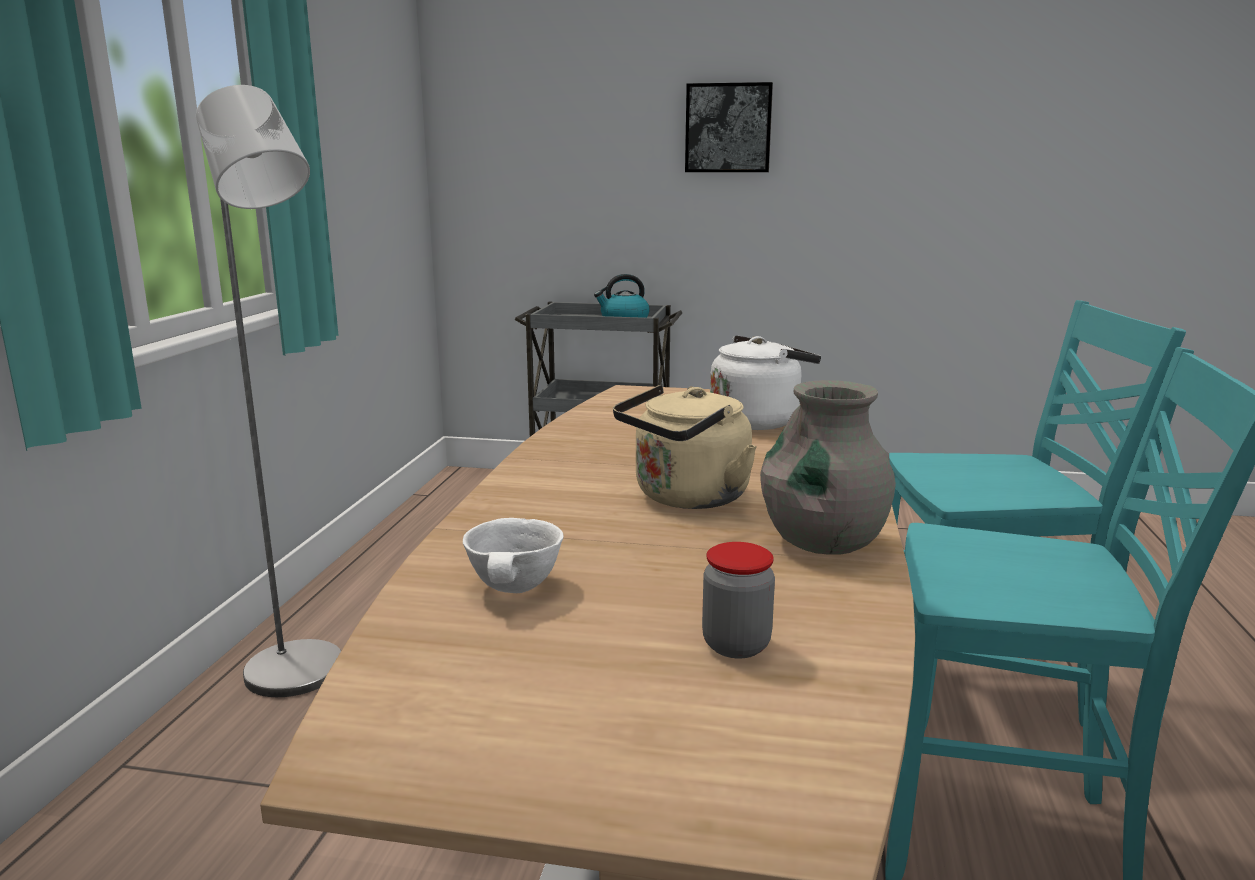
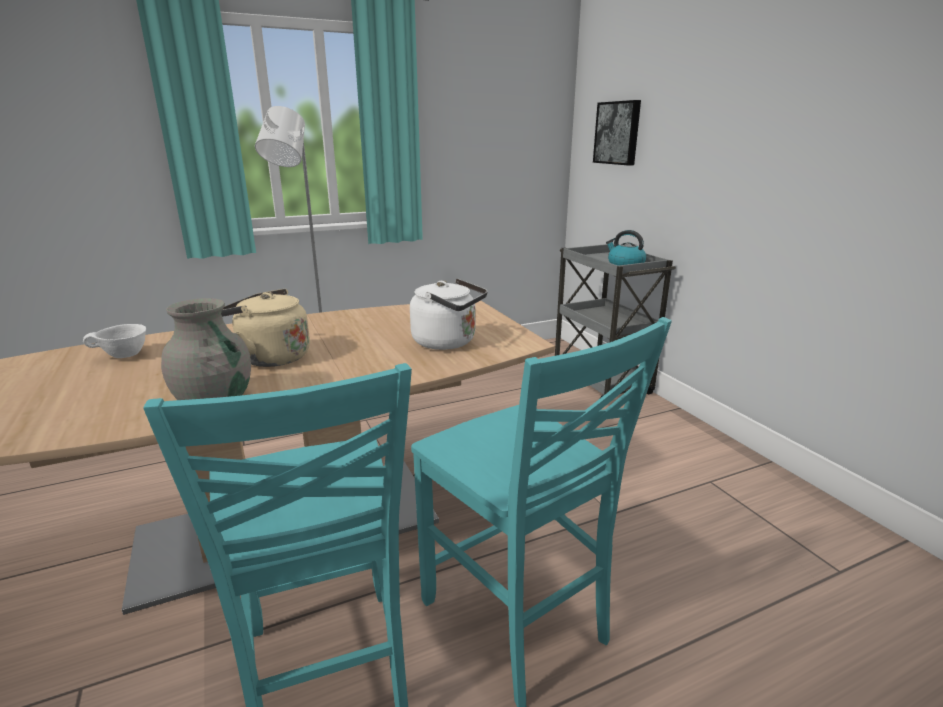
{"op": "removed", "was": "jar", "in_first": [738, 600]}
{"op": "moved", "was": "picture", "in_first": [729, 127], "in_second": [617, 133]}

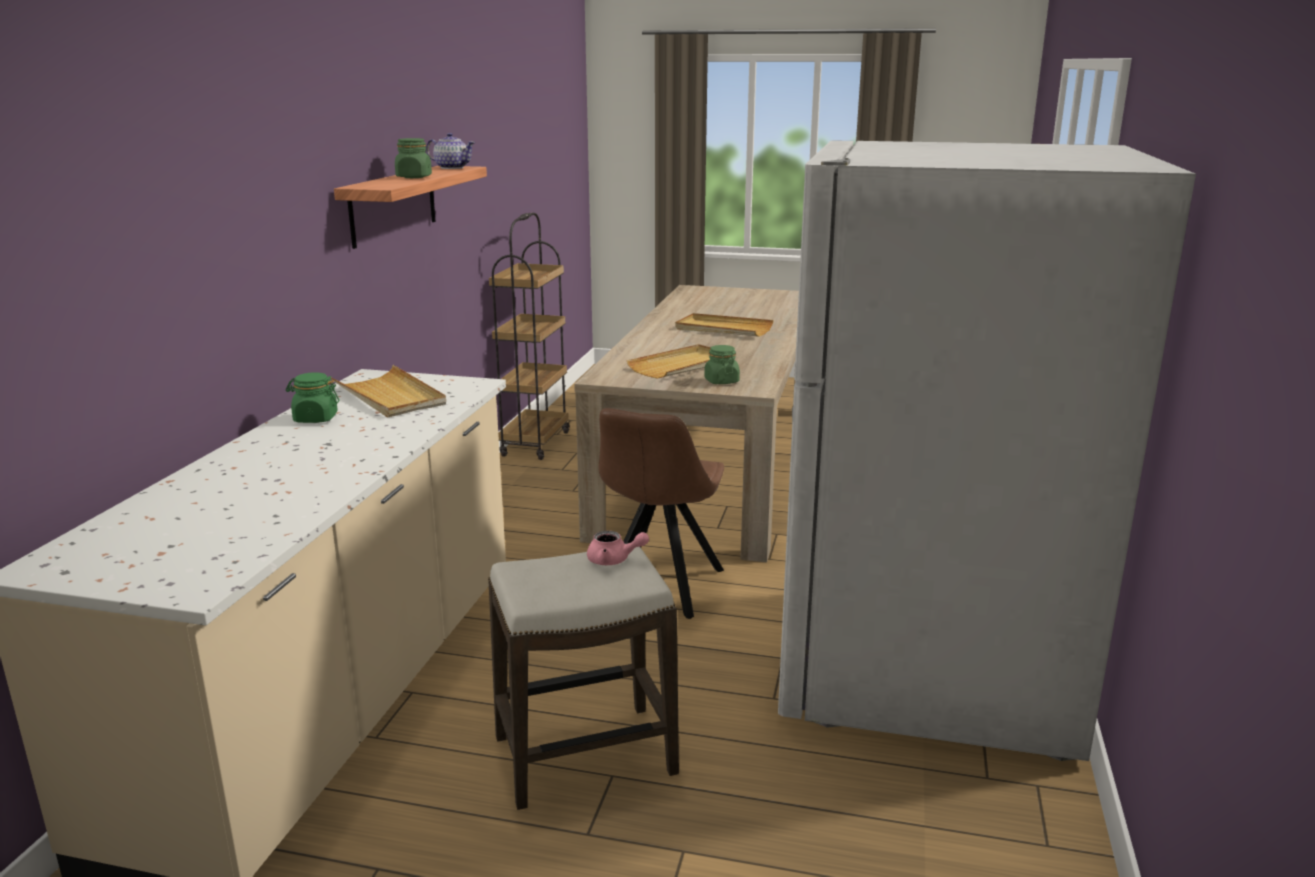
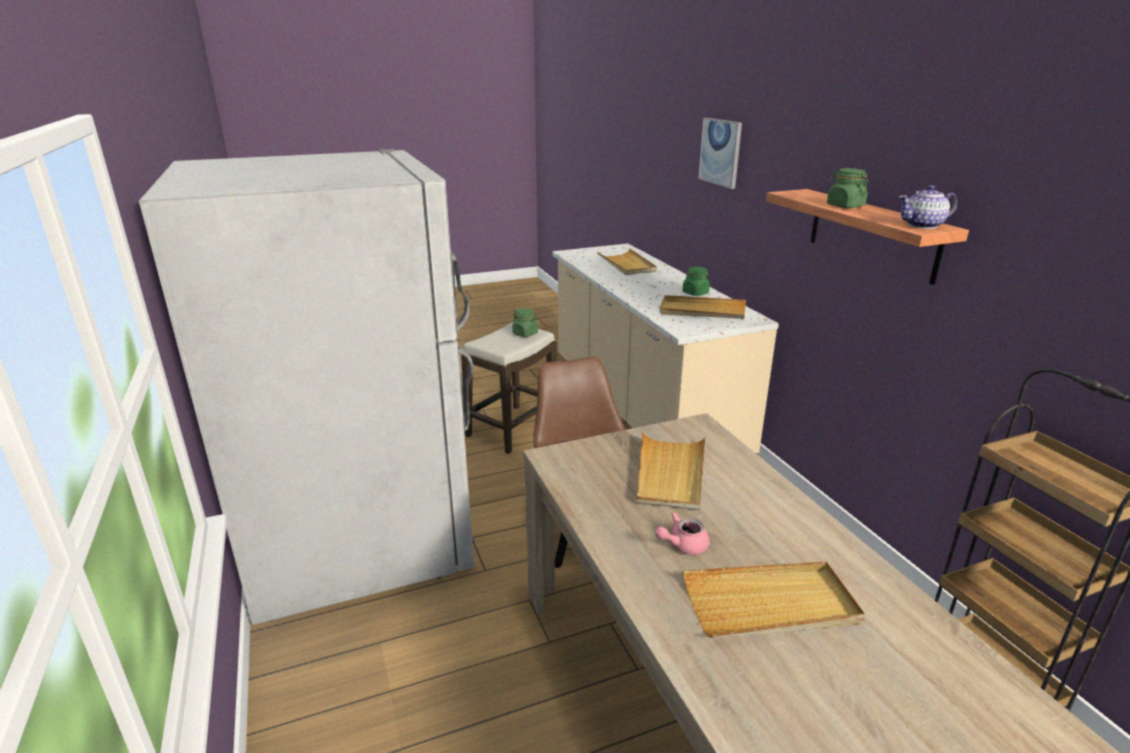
{"op": "added", "now": "tray (beige)", "in_second": [627, 261]}
{"op": "added", "now": "picture", "in_second": [720, 153]}
{"op": "moved", "was": "teapot (pink)", "in_first": [618, 548], "in_second": [682, 533]}
{"op": "moved", "was": "jar (green)", "in_first": [722, 364], "in_second": [525, 322]}

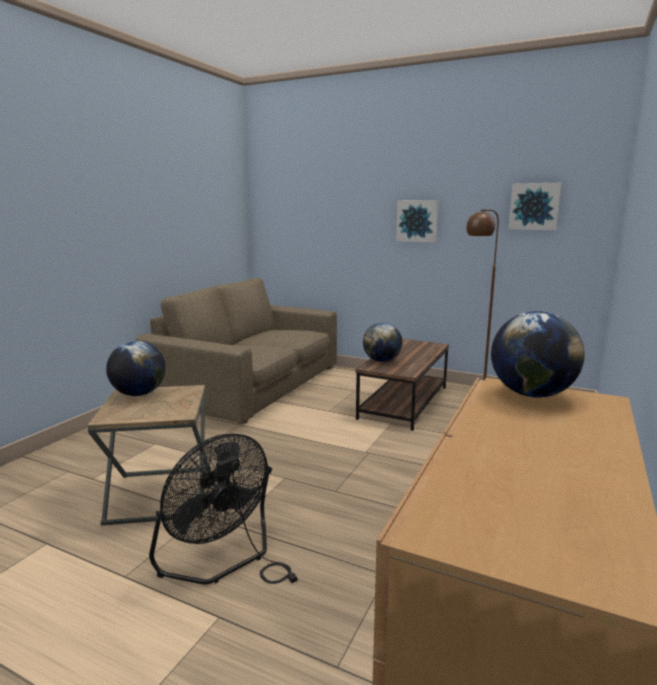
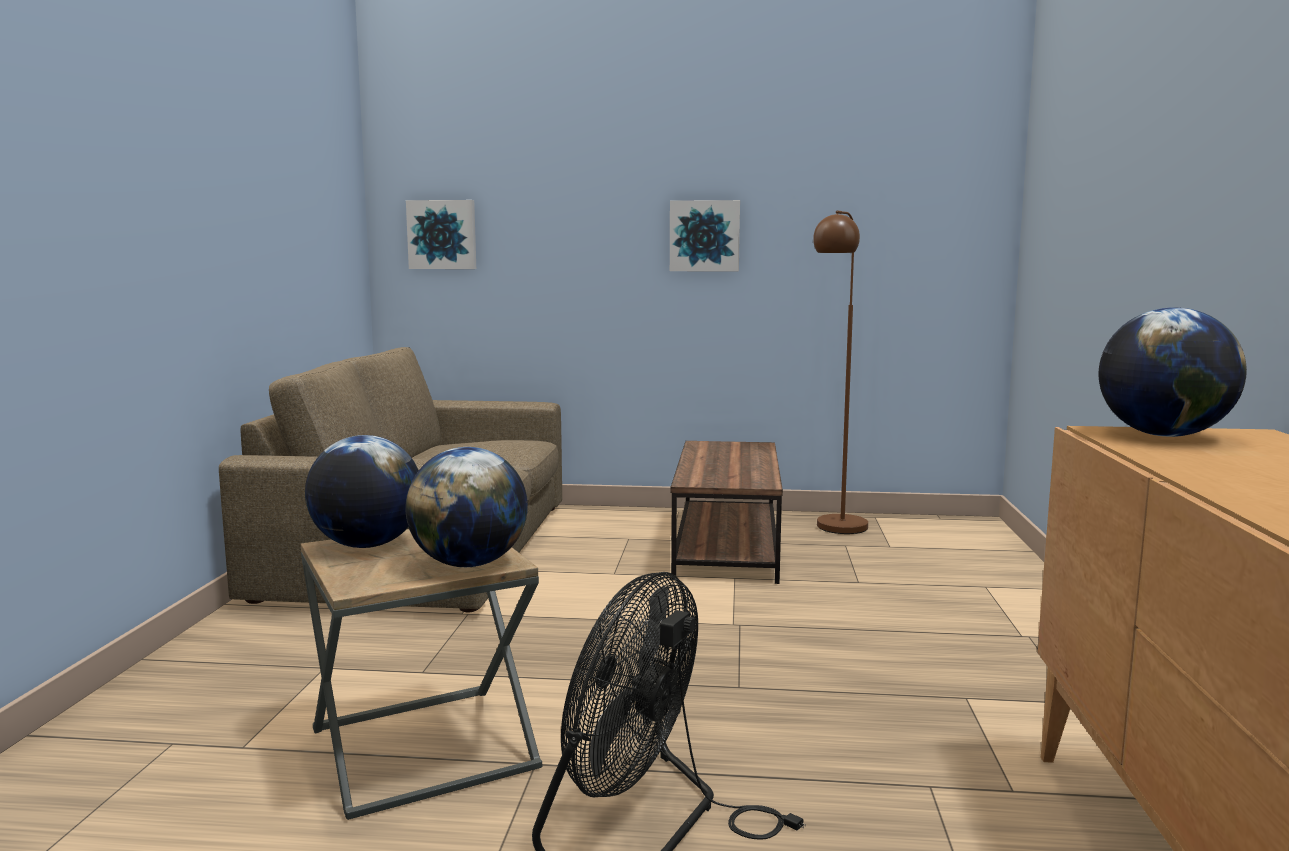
{"op": "moved", "was": "globe", "in_first": [383, 342], "in_second": [466, 507]}
{"op": "moved", "was": "picture", "in_first": [535, 206], "in_second": [441, 234]}

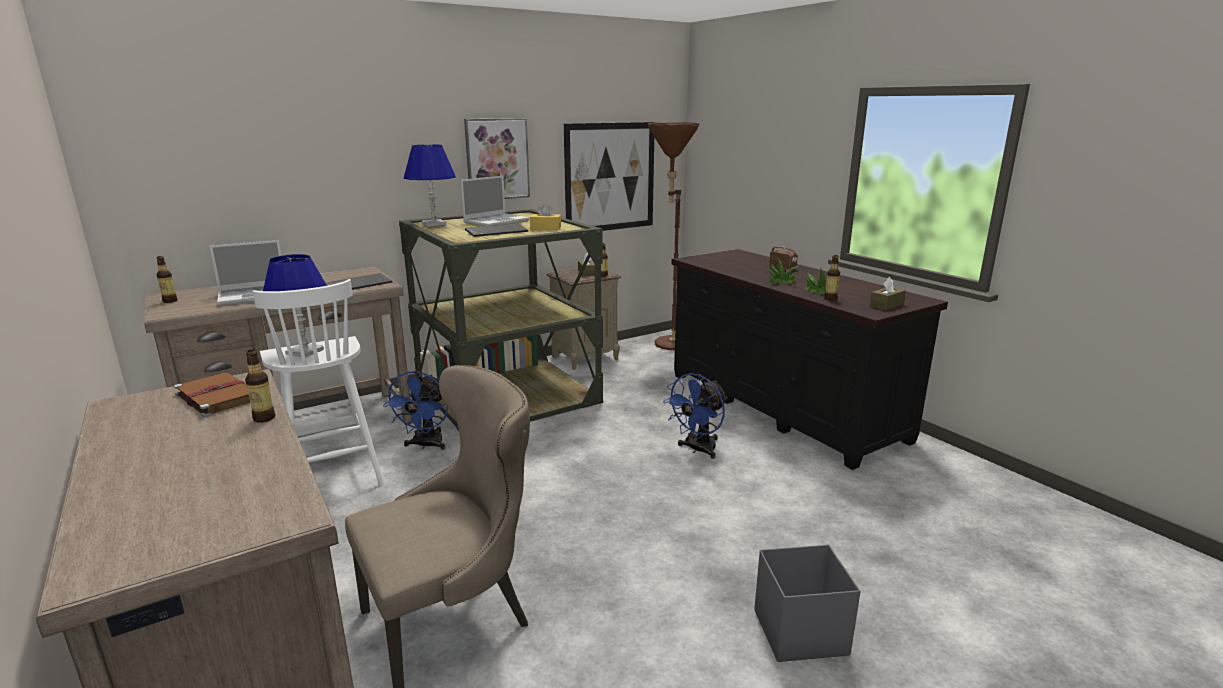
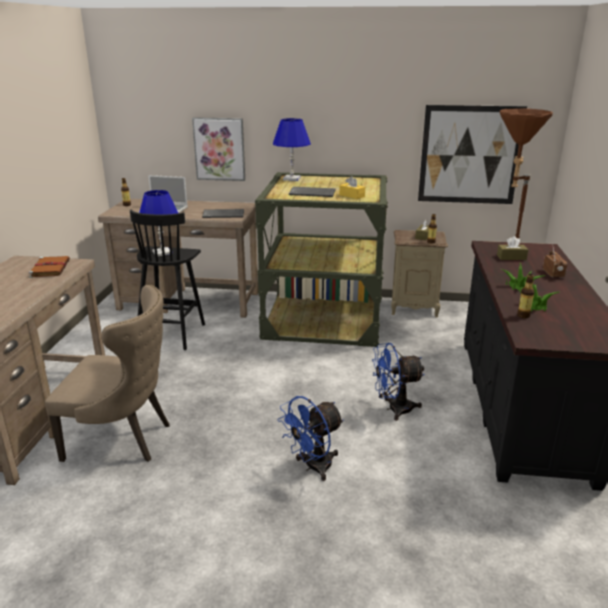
{"op": "removed", "was": "bottle", "in_first": [260, 386]}
{"op": "removed", "was": "laptop", "in_first": [495, 201]}
{"op": "removed", "was": "storage box (grey)", "in_first": [807, 603]}
{"op": "moved", "was": "fan (blue)", "in_first": [415, 410], "in_second": [311, 438]}
{"op": "moved", "was": "picture", "in_first": [497, 158], "in_second": [218, 149]}
{"op": "moved", "was": "tissue box (brown)", "in_first": [888, 293], "in_second": [512, 248]}
{"op": "recoloured", "was": "stool (white)", "now": "stool (black)", "in_first": [318, 382], "in_second": [167, 280]}

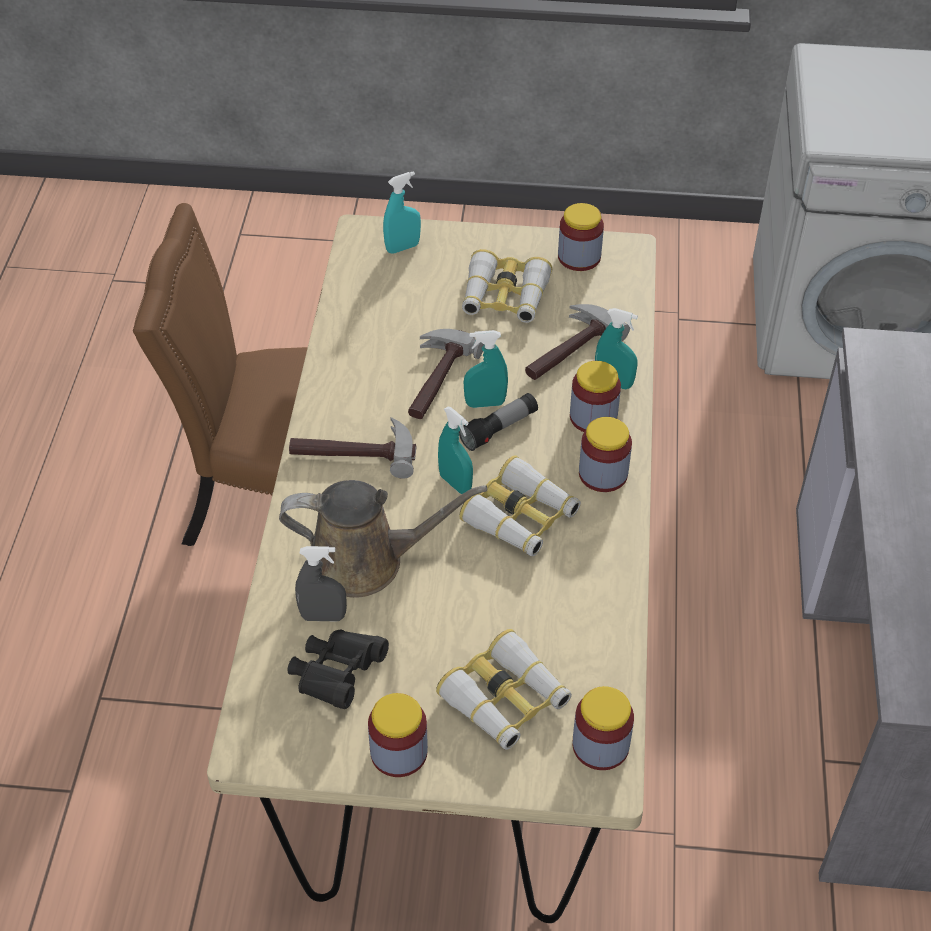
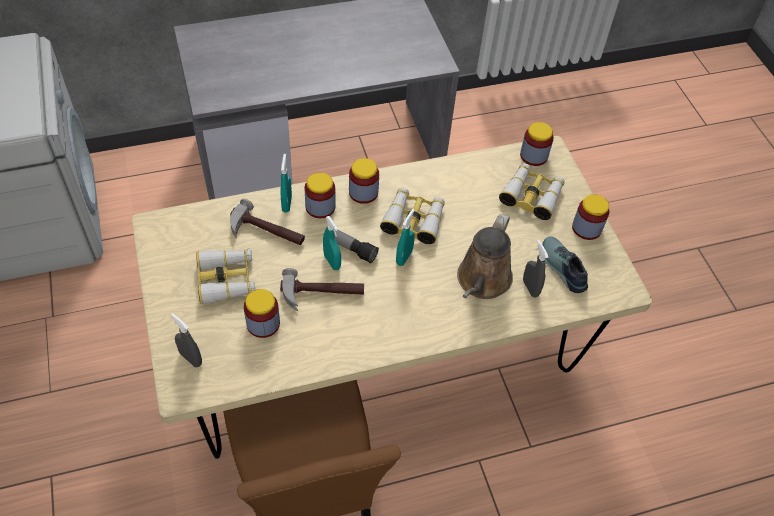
{"op": "removed", "was": "hammer", "in_first": [352, 448]}
{"op": "moved", "was": "jar", "in_first": [581, 237], "in_second": [262, 313]}
{"op": "replaced", "was": "binoculars (black)", "now": "shoe", "in_first": [338, 669], "in_second": [565, 264]}
{"op": "recoloured", "was": "spray bottle (turquoise)", "now": "spray bottle (grey)", "in_first": [402, 212], "in_second": [186, 340]}
{"op": "turned", "was": "watering can (brown)", "in_first": [383, 539], "in_second": [485, 256], "clockwise": -135}

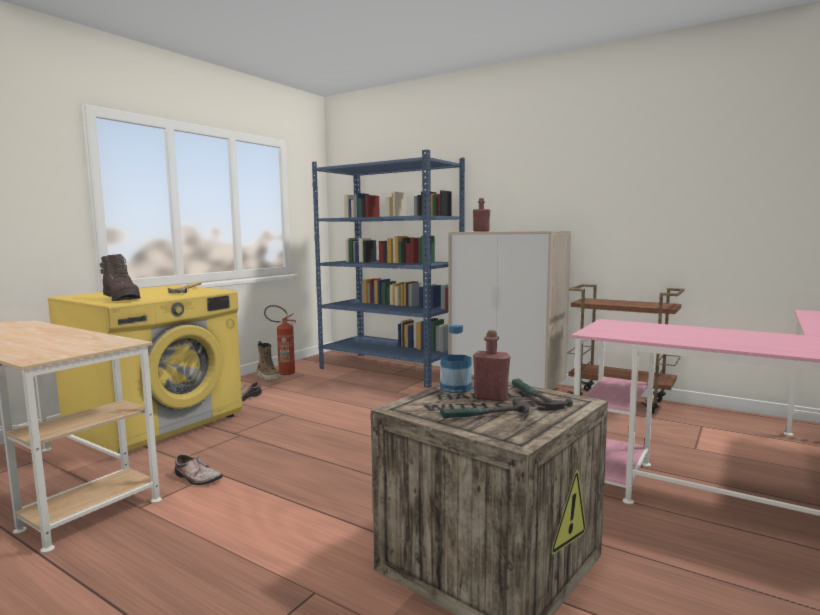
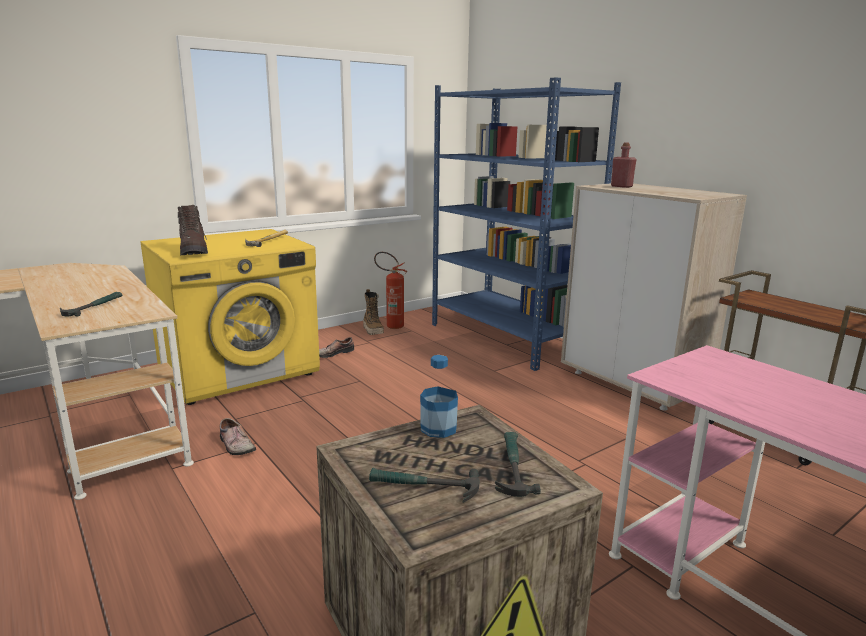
{"op": "removed", "was": "bottle (red)", "in_first": [491, 366]}
{"op": "added", "now": "hammer", "in_second": [91, 304]}

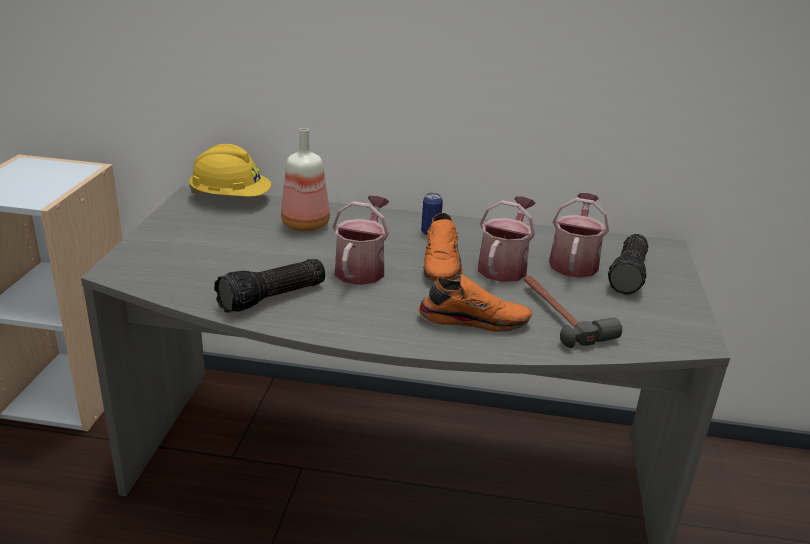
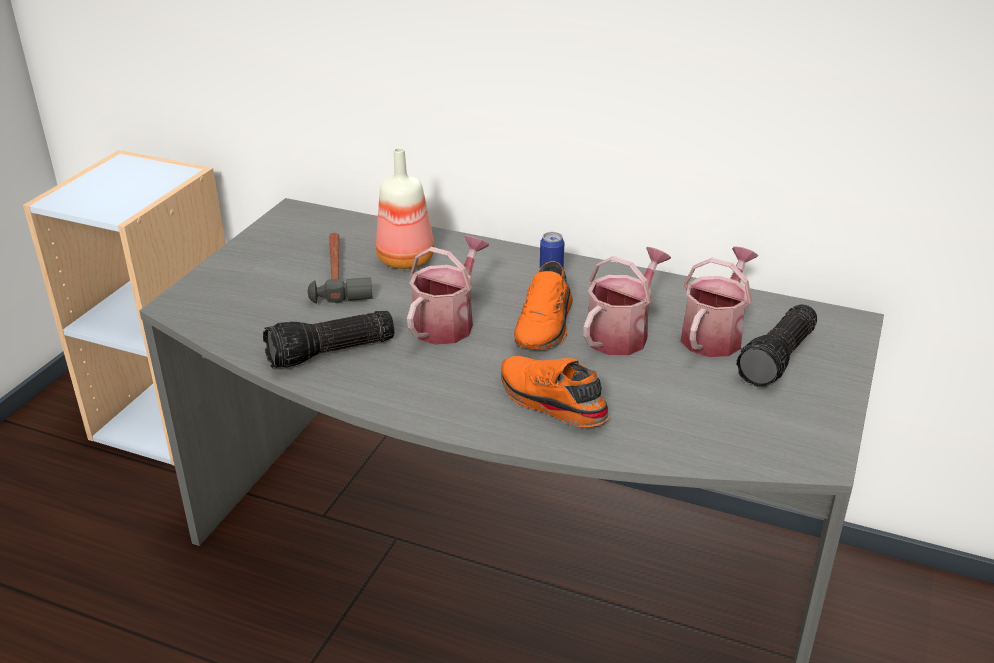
{"op": "removed", "was": "hard hat (yellow)", "in_first": [230, 170]}
{"op": "moved", "was": "hammer", "in_first": [573, 312], "in_second": [340, 268]}
{"op": "turned", "was": "shoe (orange)", "in_first": [475, 303], "in_second": [555, 391], "clockwise": -150}

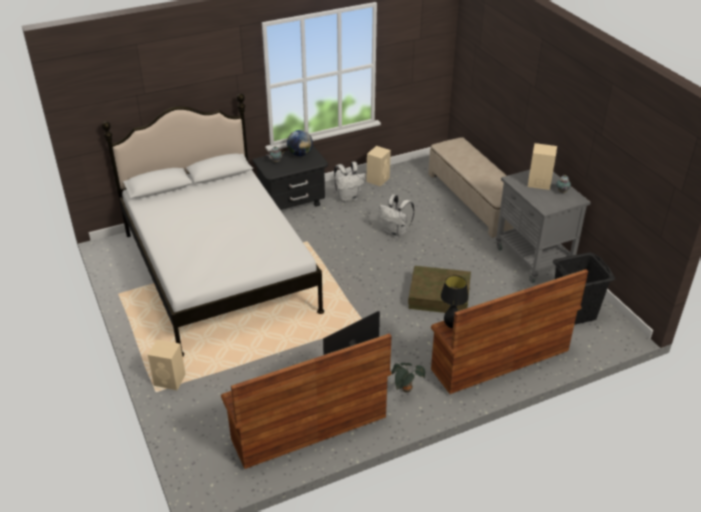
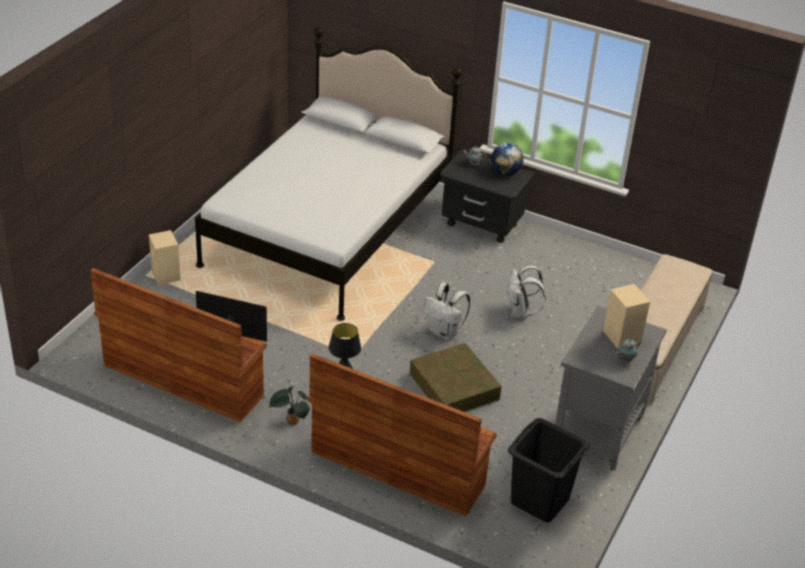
{"op": "removed", "was": "speaker (beige)", "in_first": [379, 166]}
{"op": "moved", "was": "backpack (white)", "in_first": [349, 182], "in_second": [446, 311]}

